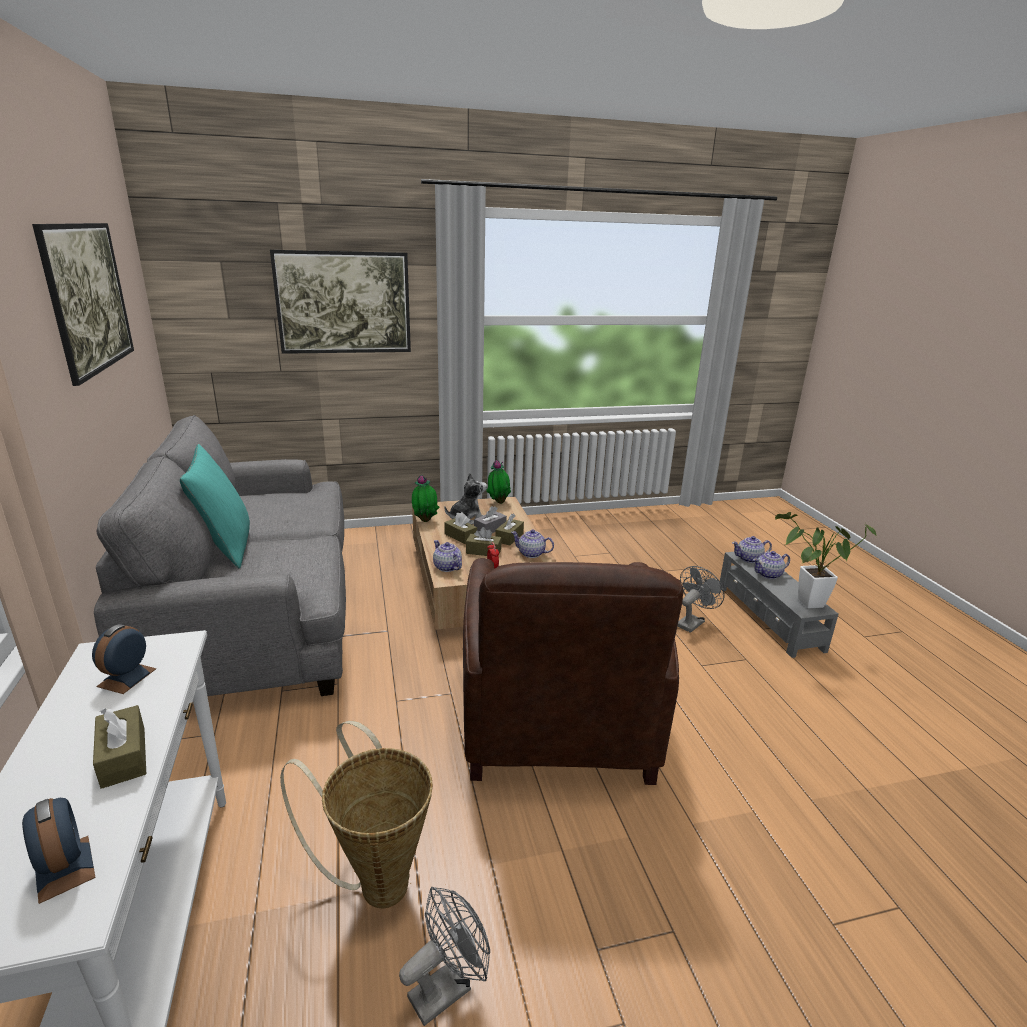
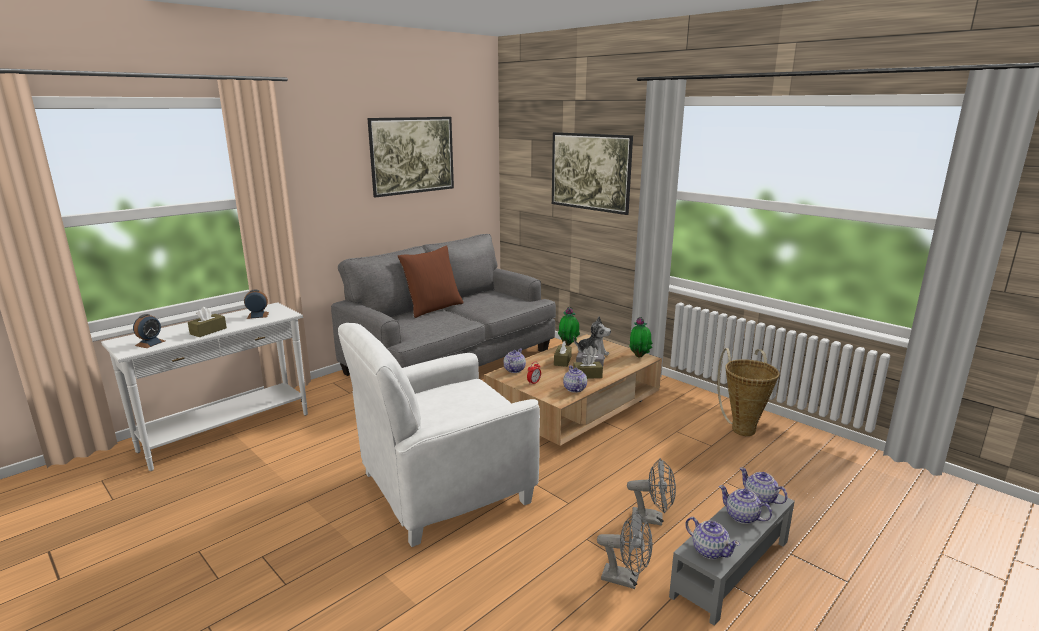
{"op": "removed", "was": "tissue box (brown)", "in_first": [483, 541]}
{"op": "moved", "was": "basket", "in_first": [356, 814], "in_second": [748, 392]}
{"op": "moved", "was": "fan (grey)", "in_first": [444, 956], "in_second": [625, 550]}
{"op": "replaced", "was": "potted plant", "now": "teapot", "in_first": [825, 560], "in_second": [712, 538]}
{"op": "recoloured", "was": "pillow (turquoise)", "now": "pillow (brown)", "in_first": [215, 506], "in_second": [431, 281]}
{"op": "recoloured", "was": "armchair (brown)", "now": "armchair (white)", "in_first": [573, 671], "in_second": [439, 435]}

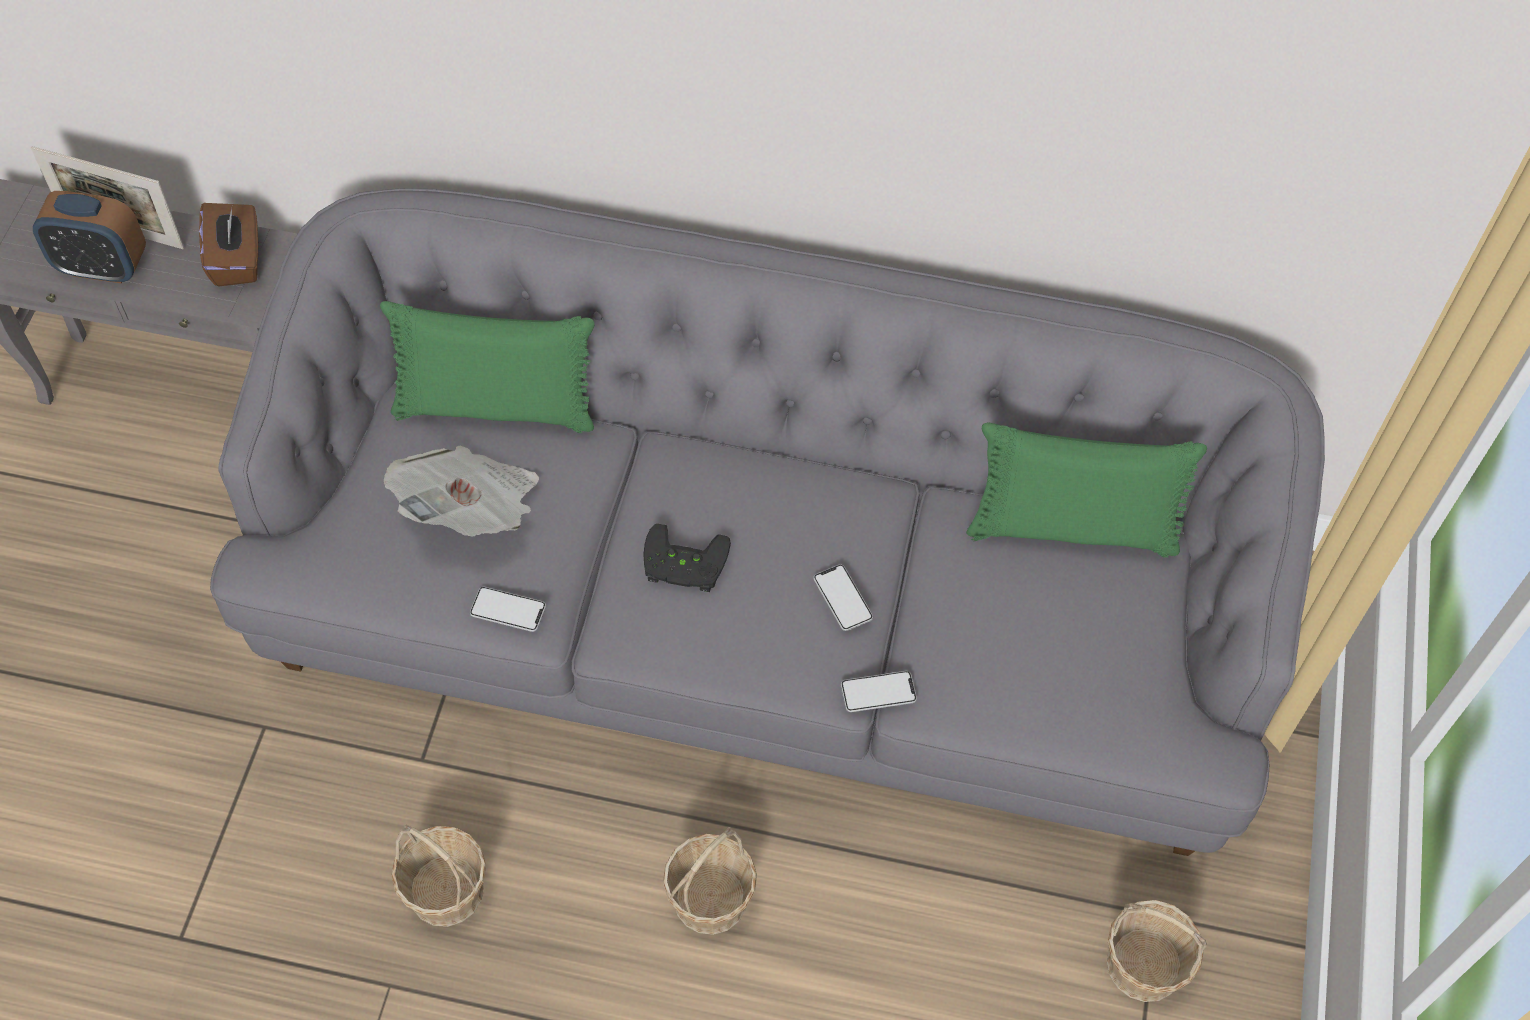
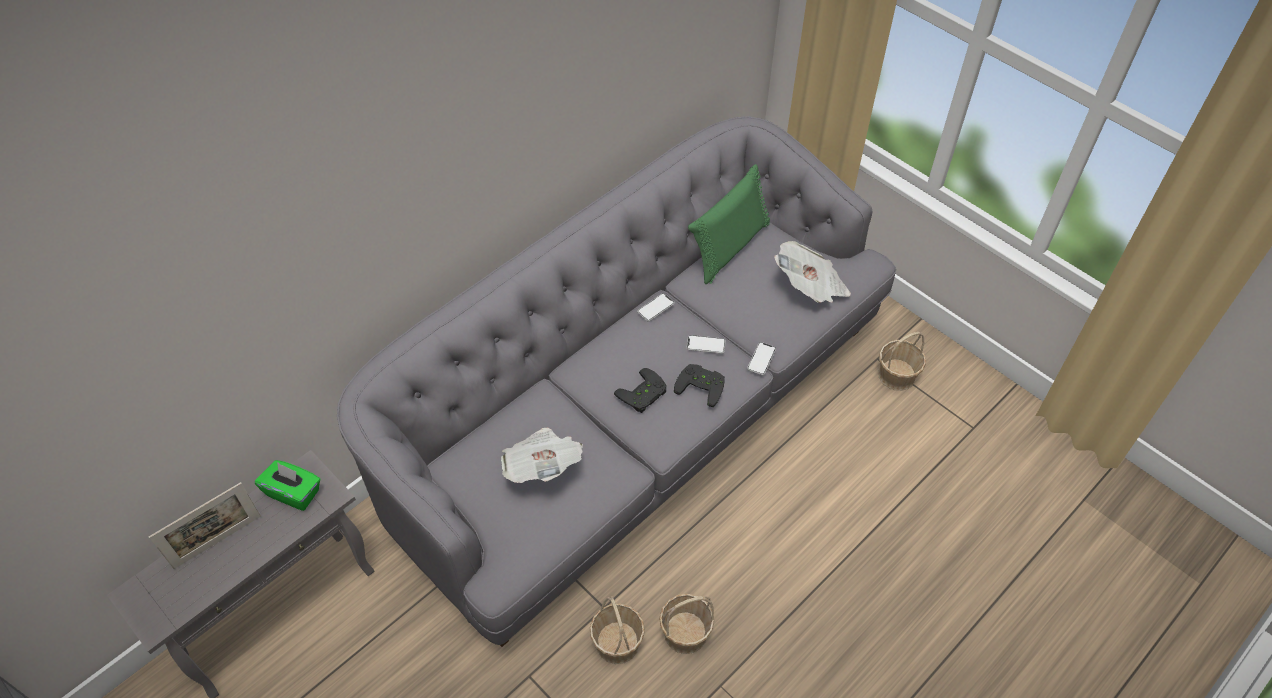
{"op": "removed", "was": "alarm clock", "in_first": [89, 237]}
{"op": "removed", "was": "pillow (green)", "in_first": [487, 367]}
{"op": "added", "now": "game controller (black)", "in_second": [699, 385]}
{"op": "added", "now": "newspaper", "in_second": [812, 272]}
{"op": "moved", "was": "phone", "in_first": [508, 609], "in_second": [656, 307]}
{"op": "moved", "was": "basket", "in_first": [710, 881], "in_second": [617, 630]}
{"op": "recoloured", "was": "tissue box (brown)", "now": "tissue box (green)", "in_first": [228, 245], "in_second": [287, 485]}

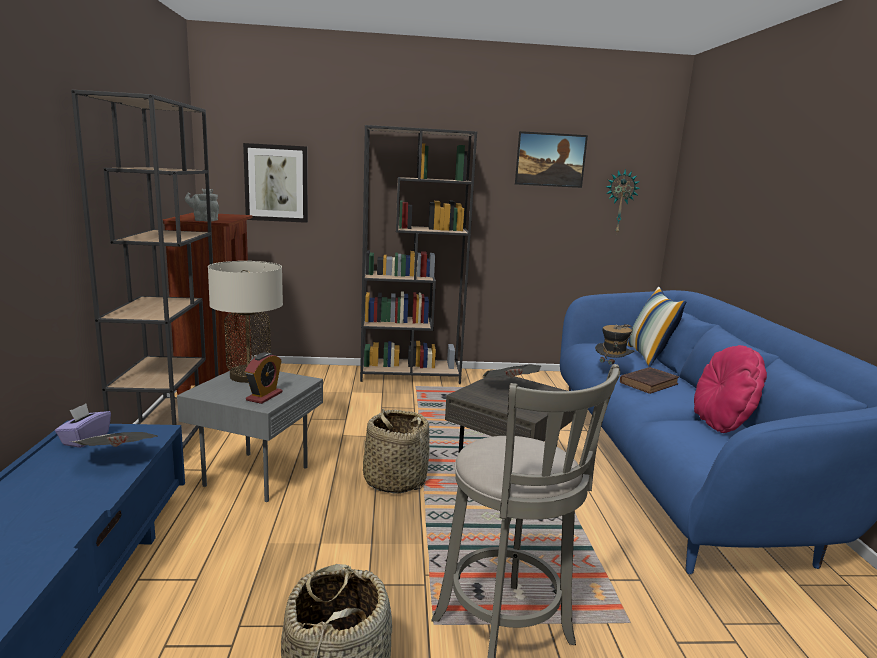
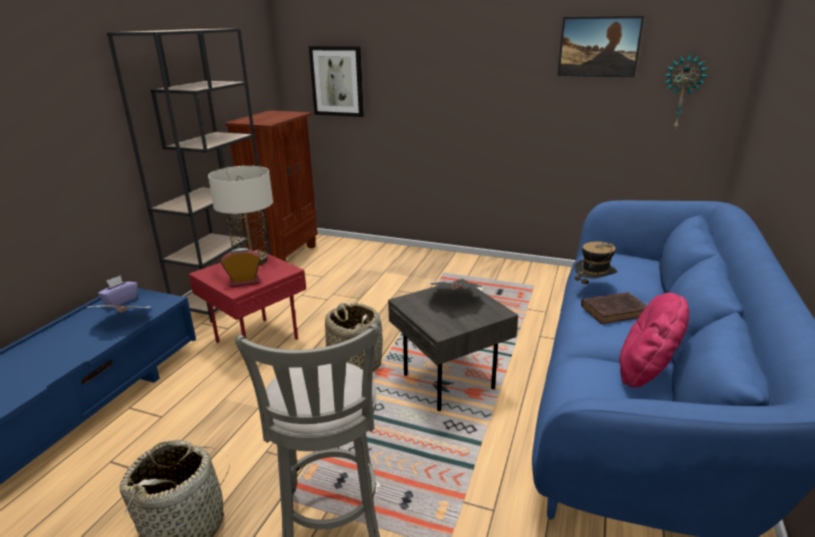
{"op": "removed", "was": "teapot (grey)", "in_first": [202, 205]}
{"op": "removed", "was": "bookcase", "in_first": [418, 254]}
{"op": "removed", "was": "pillow", "in_first": [656, 327]}
{"op": "recoloured", "was": "side table (grey)", "now": "side table (red)", "in_first": [250, 436], "in_second": [247, 296]}
{"op": "turned", "was": "alarm clock", "in_first": [263, 378], "in_second": [241, 268], "clockwise": -150}

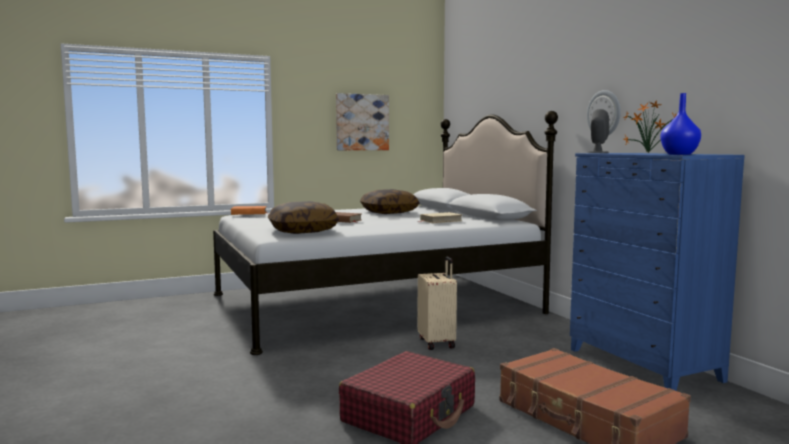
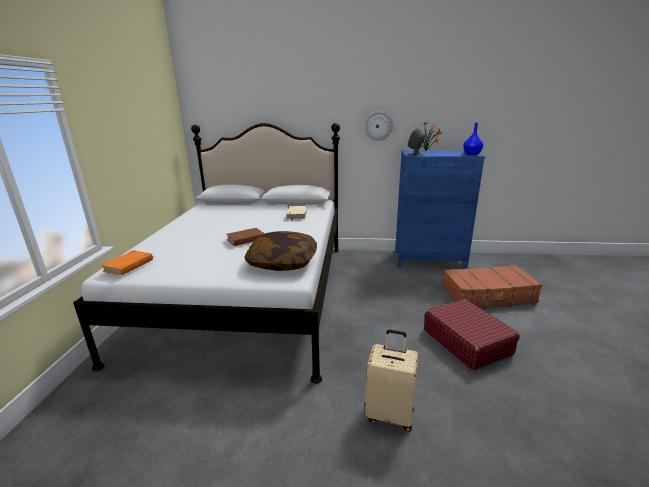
{"op": "removed", "was": "picture", "in_first": [362, 121]}
{"op": "removed", "was": "pillow", "in_first": [390, 201]}
{"op": "moved", "was": "suitcase (beige)", "in_first": [437, 303], "in_second": [391, 381]}

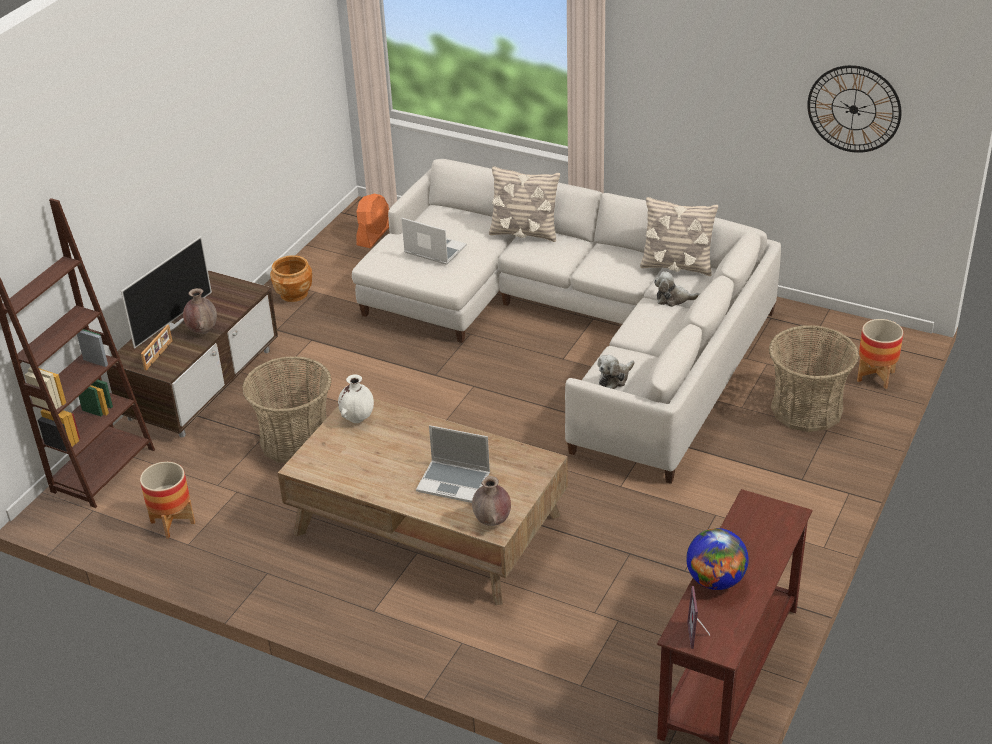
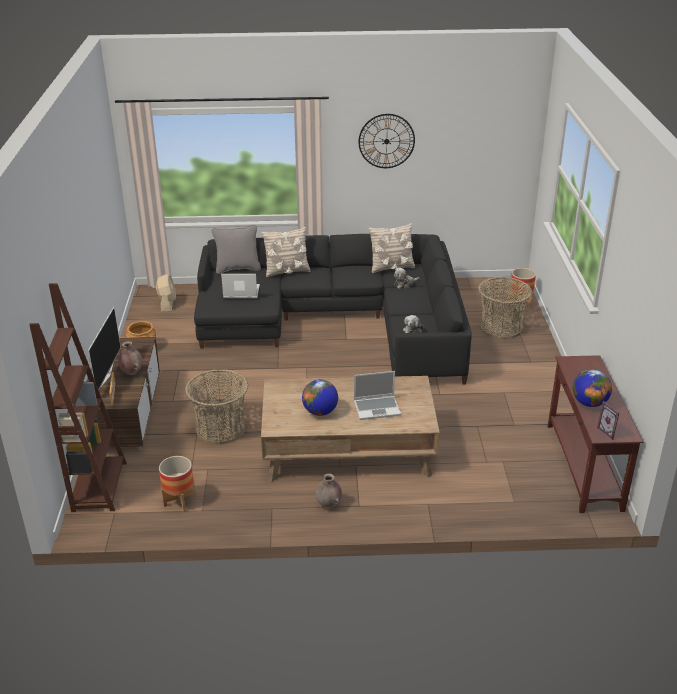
{"op": "removed", "was": "vase (white)", "in_first": [356, 398]}
{"op": "added", "now": "pillow (grey)", "in_second": [236, 249]}
{"op": "added", "now": "globe", "in_second": [320, 398]}
{"op": "moved", "was": "vase (brown)", "in_first": [491, 501], "in_second": [329, 490]}
{"op": "moved", "was": "wall clock", "in_first": [854, 109], "in_second": [386, 141]}
{"op": "recoloured", "was": "sofa (white)", "now": "sofa (black)", "in_first": [566, 321], "in_second": [333, 309]}
{"op": "recoloured", "was": "fan (orange)", "now": "fan (beige)", "in_first": [372, 221], "in_second": [166, 293]}

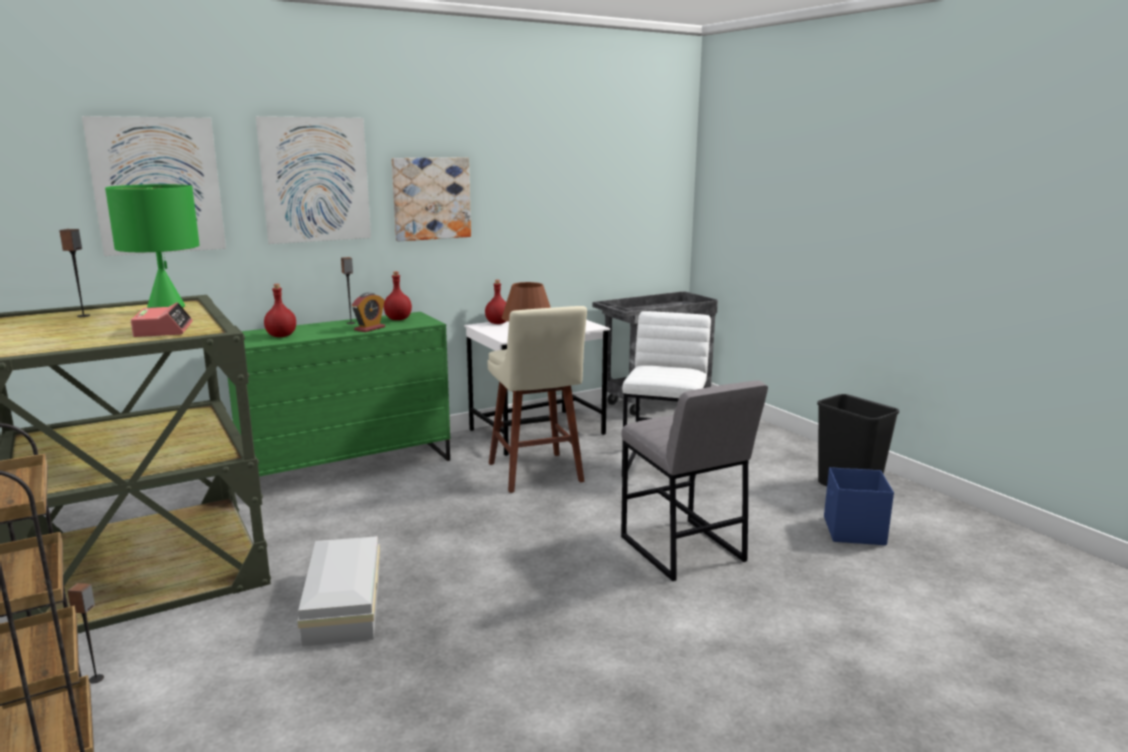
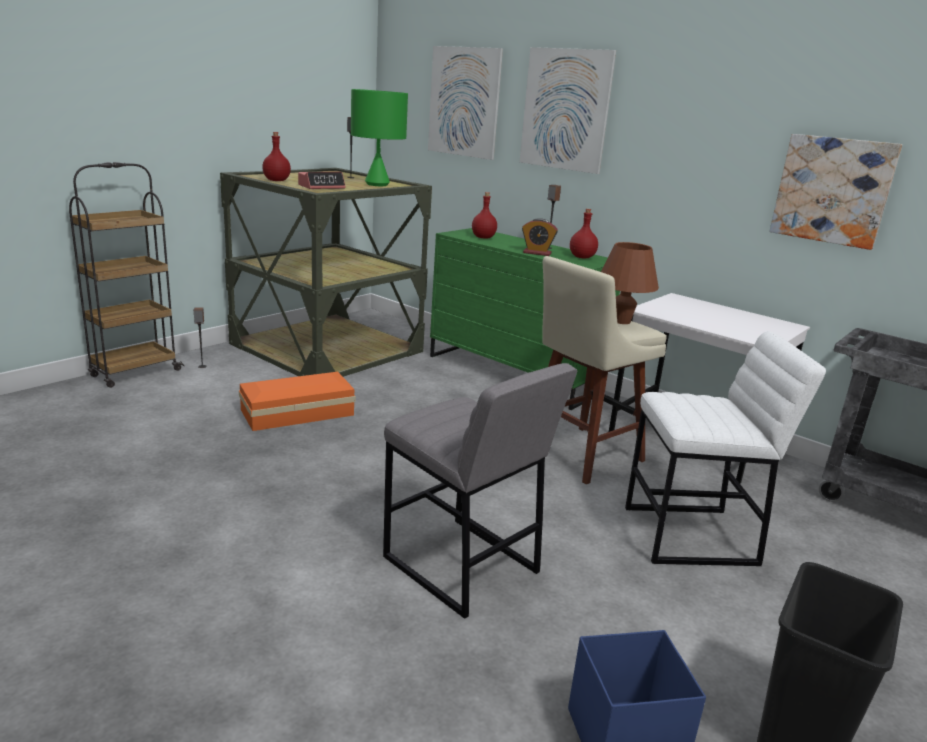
{"op": "moved", "was": "picture", "in_first": [431, 199], "in_second": [836, 192]}
{"op": "moved", "was": "bottle (red)", "in_first": [496, 302], "in_second": [276, 156]}
{"op": "recoloured", "was": "storage box (white)", "now": "storage box (orange)", "in_first": [339, 591], "in_second": [297, 401]}
{"op": "turned", "was": "chair (grey)", "in_first": [694, 481], "in_second": [480, 491], "clockwise": -90}

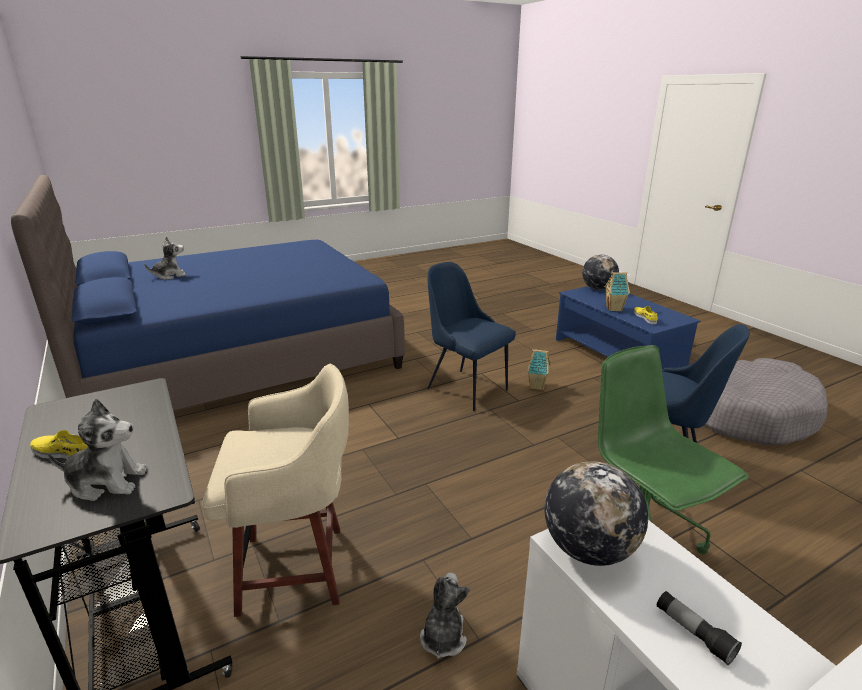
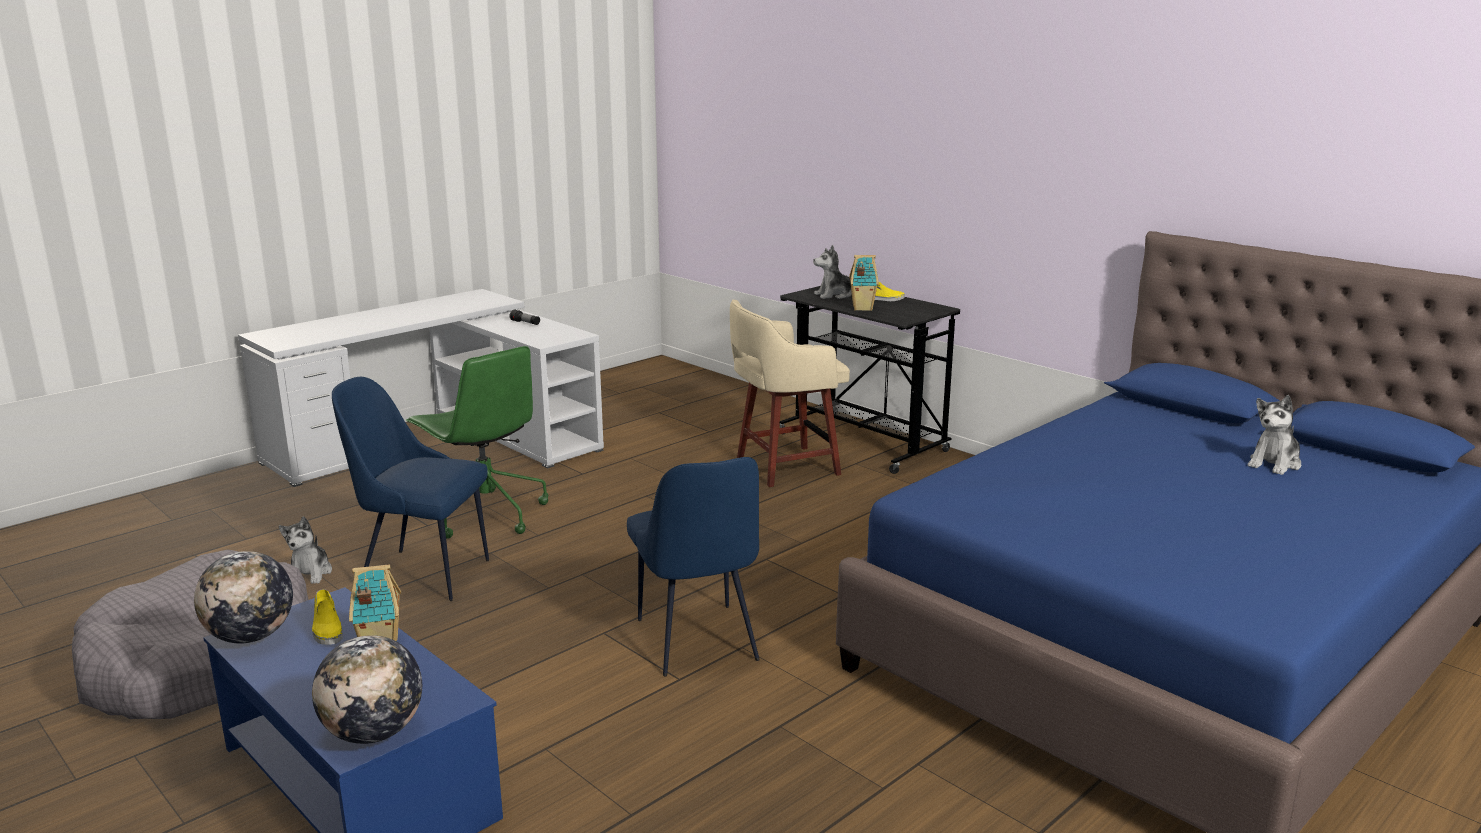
{"op": "moved", "was": "plush toy", "in_first": [445, 615], "in_second": [305, 550]}
{"op": "moved", "was": "toy house", "in_first": [539, 369], "in_second": [864, 283]}
{"op": "moved", "was": "globe", "in_first": [596, 513], "in_second": [243, 597]}
{"op": "turned", "was": "chair (blue)", "in_first": [471, 336], "in_second": [693, 567], "clockwise": 45}

